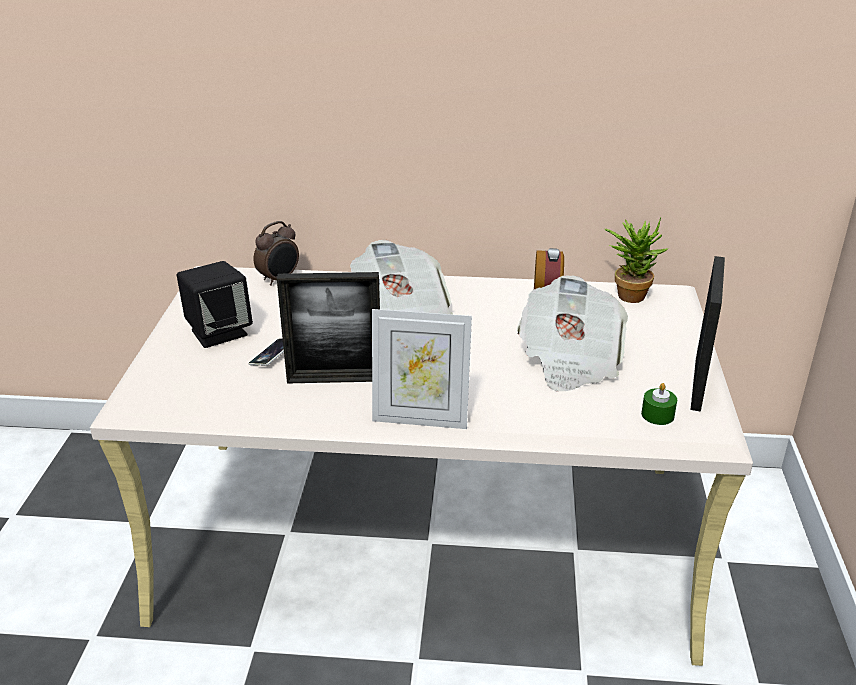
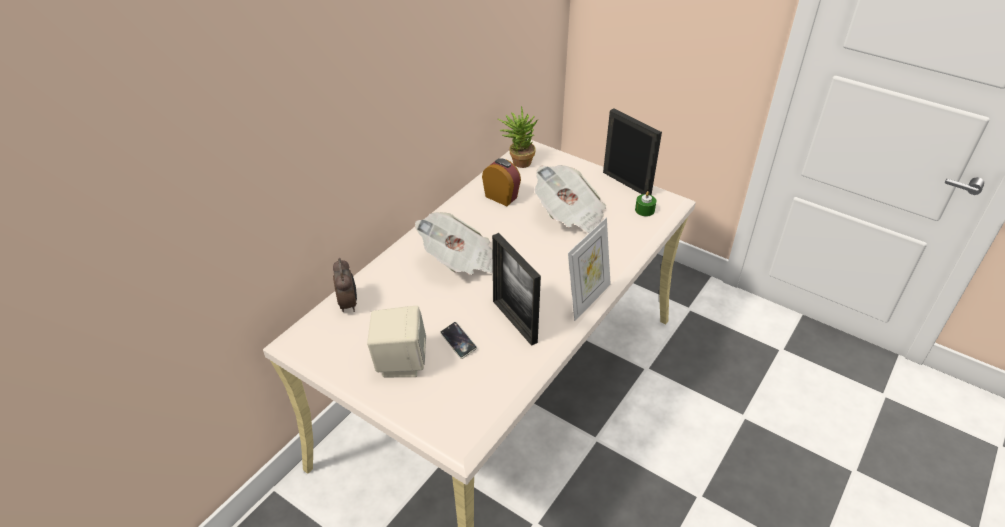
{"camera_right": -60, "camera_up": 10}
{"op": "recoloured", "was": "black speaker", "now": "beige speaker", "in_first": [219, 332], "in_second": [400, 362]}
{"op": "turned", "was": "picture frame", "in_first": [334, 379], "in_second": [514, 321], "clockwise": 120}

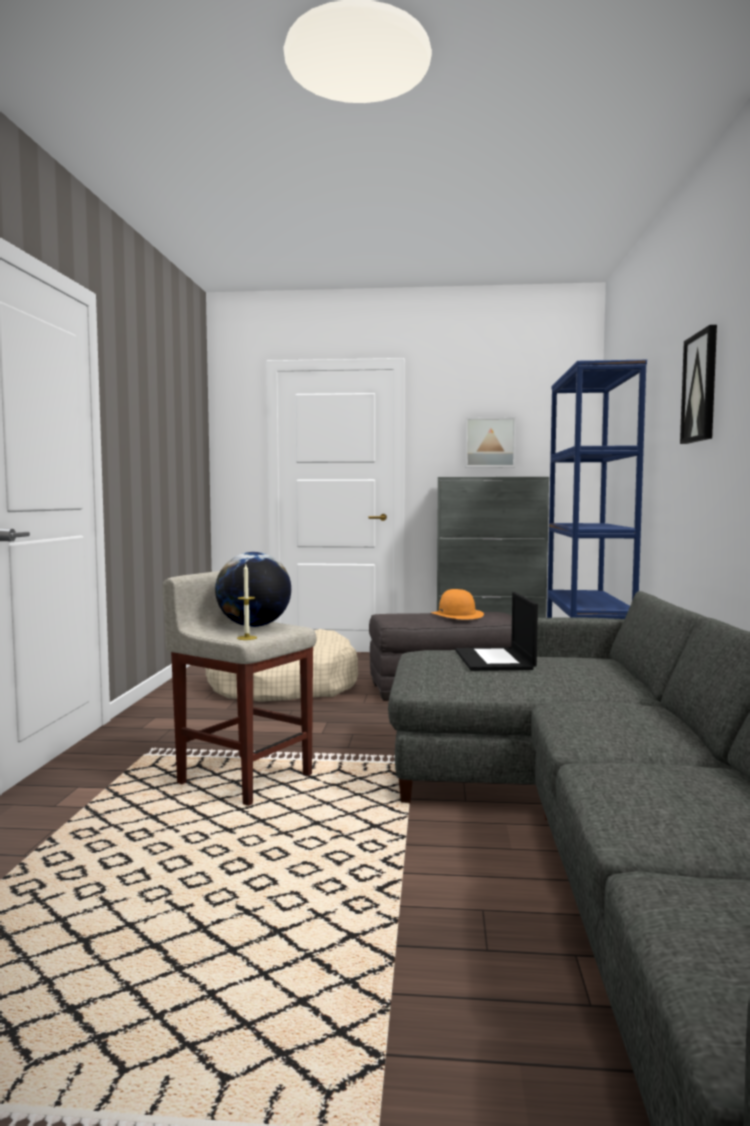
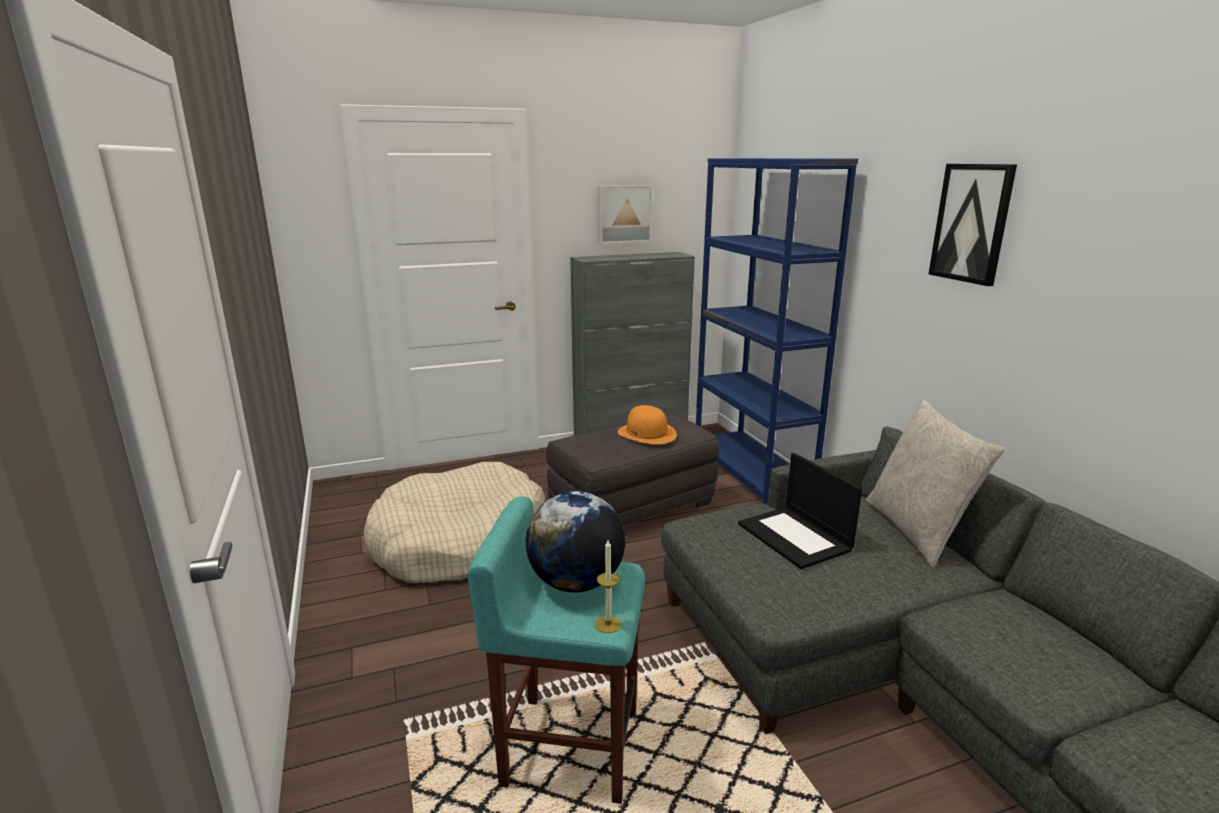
{"camera_right": -25, "camera_up": 15}
{"op": "recoloured", "was": "beige stool", "now": "turquoise stool", "in_first": [244, 779], "in_second": [569, 747]}
{"op": "added", "now": "beige pillow", "in_second": [917, 531]}

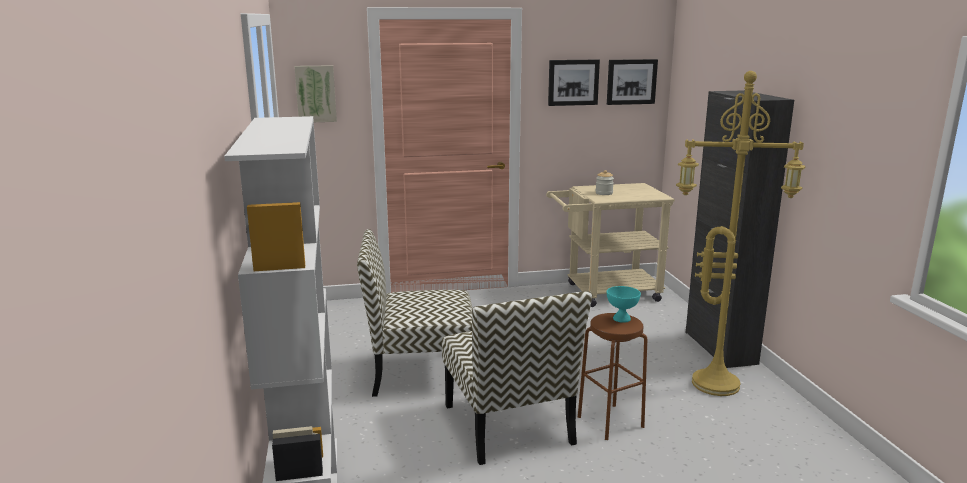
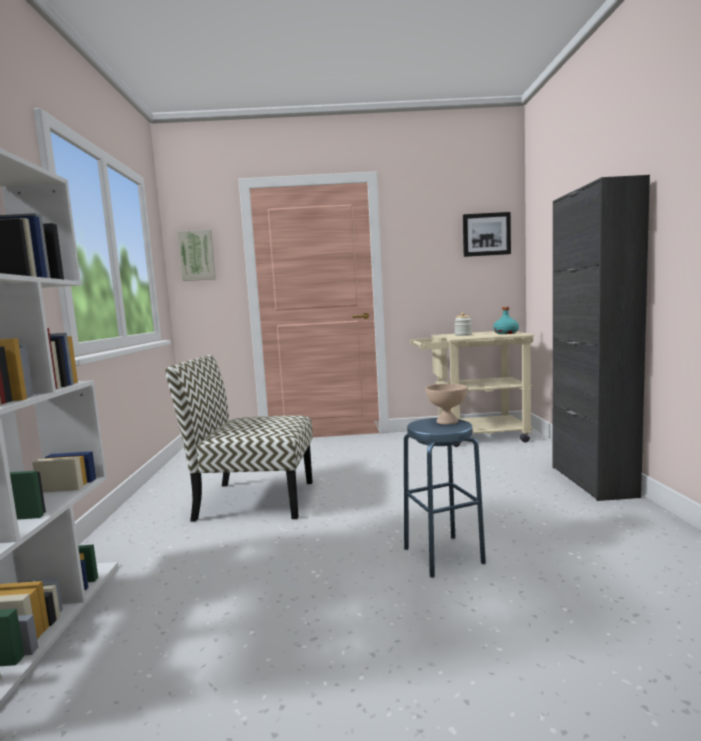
{"camera_right": 10, "camera_up": -10}
{"op": "recoloured", "was": "brown stool", "now": "blue stool", "in_first": [610, 421], "in_second": [443, 555]}
{"op": "recoloured", "was": "turquoise bowl", "now": "beige bowl", "in_first": [621, 318], "in_second": [446, 421]}
{"op": "added", "now": "turquoise bottle", "in_second": [505, 333]}
{"op": "removed", "was": "chair", "in_first": [509, 425]}
{"op": "removed", "was": "picture", "in_first": [573, 82]}
{"op": "removed", "was": "yellow floor lamp", "in_first": [716, 382]}

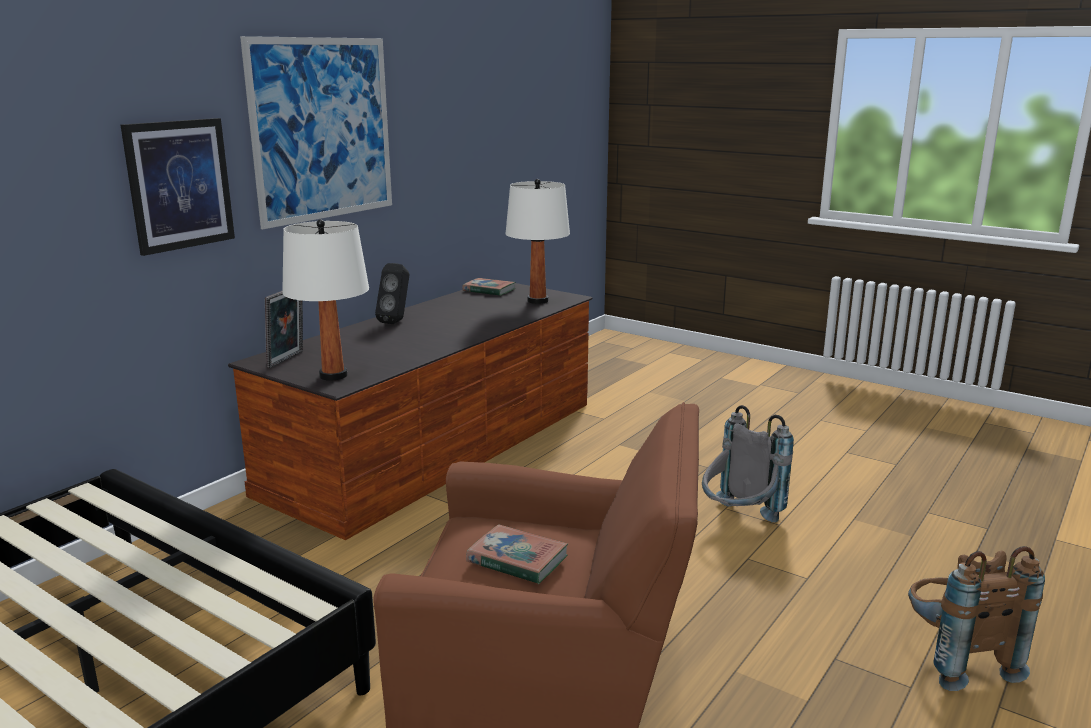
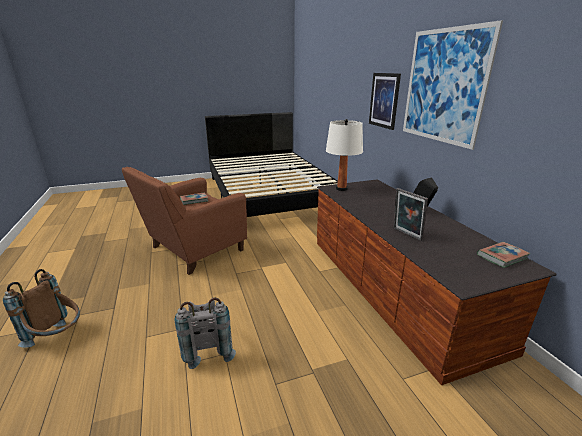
{"camera_right": 125, "camera_up": 5}
{"op": "moved", "was": "picture frame", "in_first": [288, 359], "in_second": [406, 234]}
{"op": "removed", "was": "white table lamp", "in_first": [538, 301]}

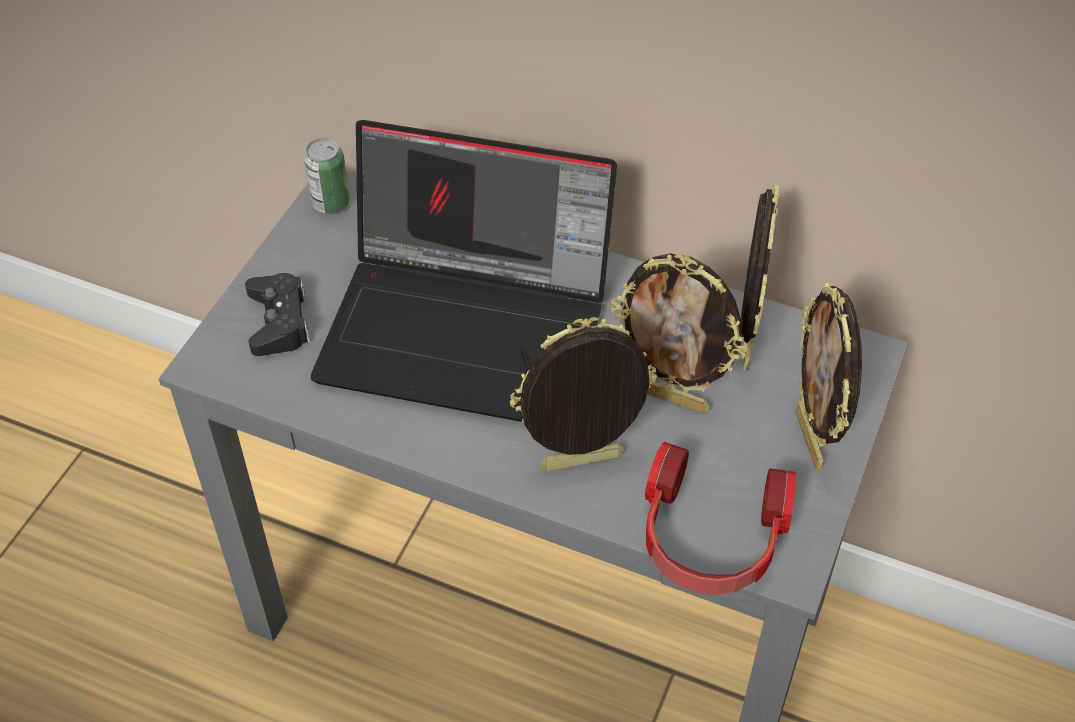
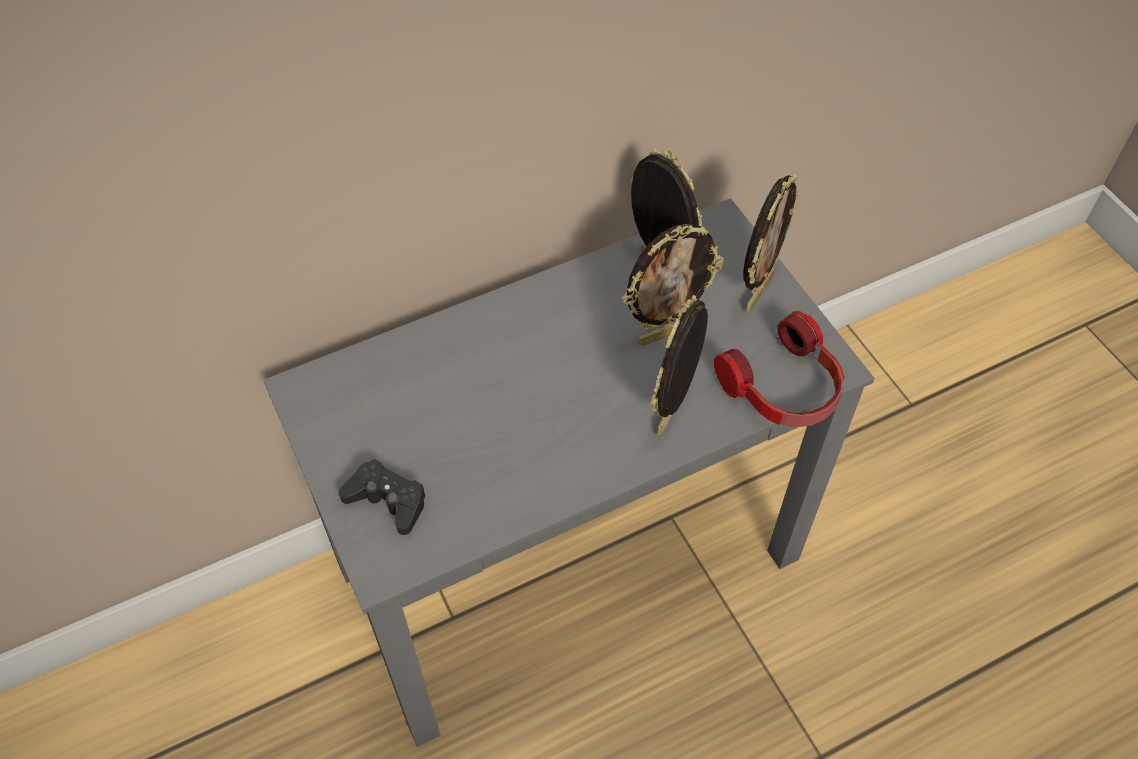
{"camera_right": -50, "camera_up": 5}
{"op": "turned", "was": "picture frame", "in_first": [811, 439], "in_second": [757, 291], "clockwise": -90}
{"op": "removed", "was": "can", "in_first": [331, 203]}
{"op": "removed", "was": "laptop", "in_first": [470, 329]}

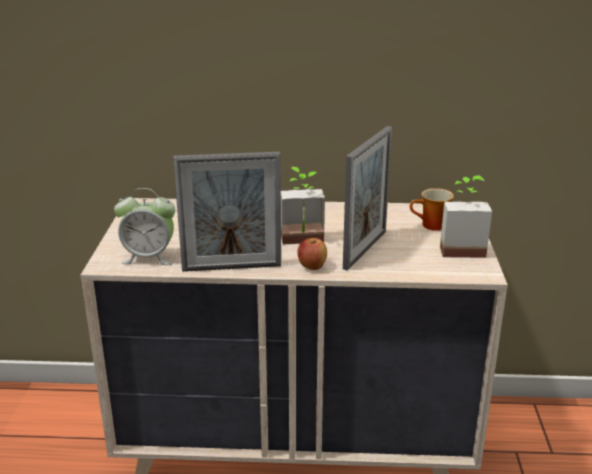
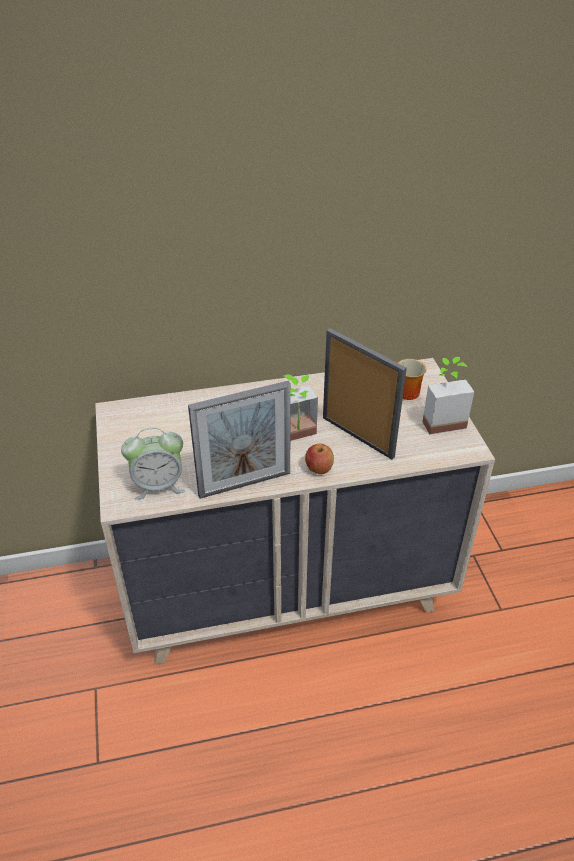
{"camera_right": -15, "camera_up": 15}
{"op": "turned", "was": "picture frame", "in_first": [365, 249], "in_second": [357, 437], "clockwise": -60}

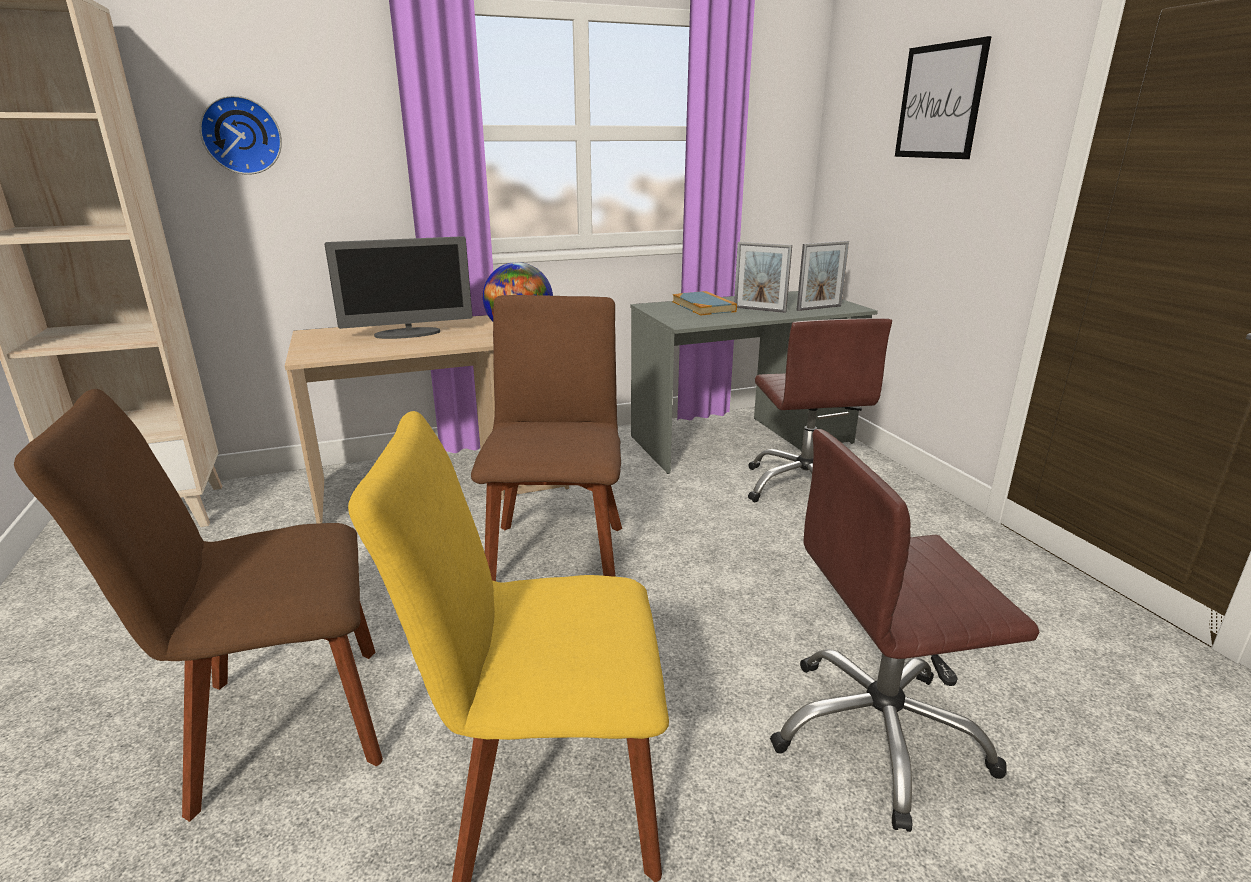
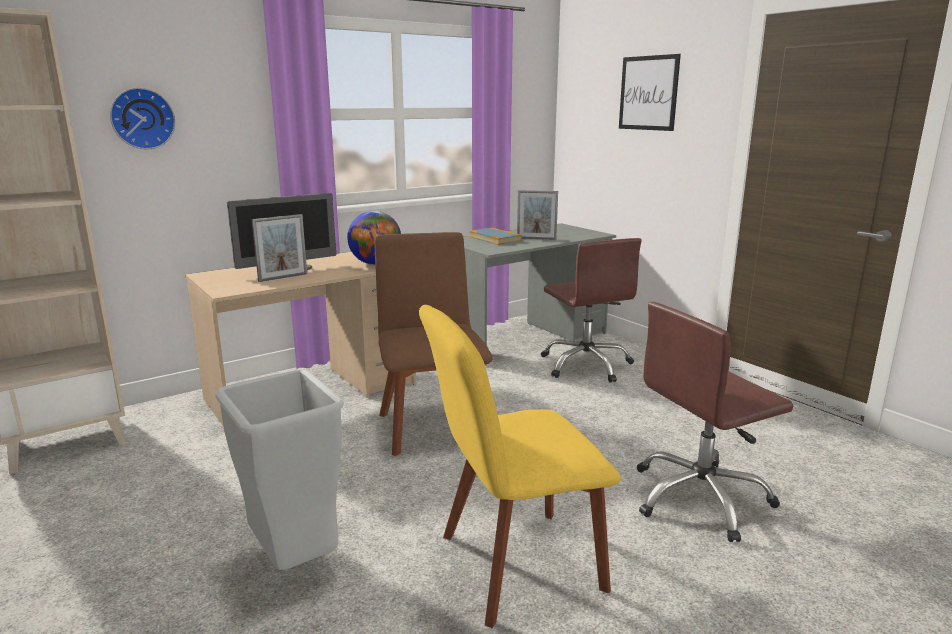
{"camera_right": -15, "camera_up": -5}
{"op": "replaced", "was": "brown chair", "now": "grey trash can", "in_first": [278, 726], "in_second": [294, 560]}
{"op": "moved", "was": "picture frame", "in_first": [819, 308], "in_second": [283, 277]}

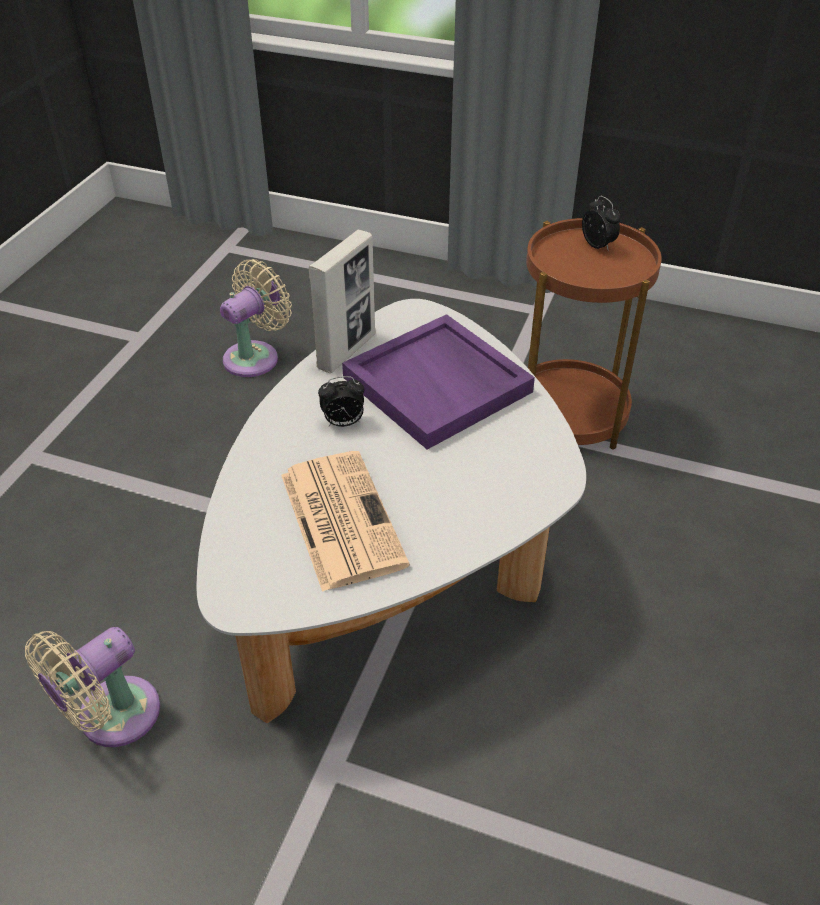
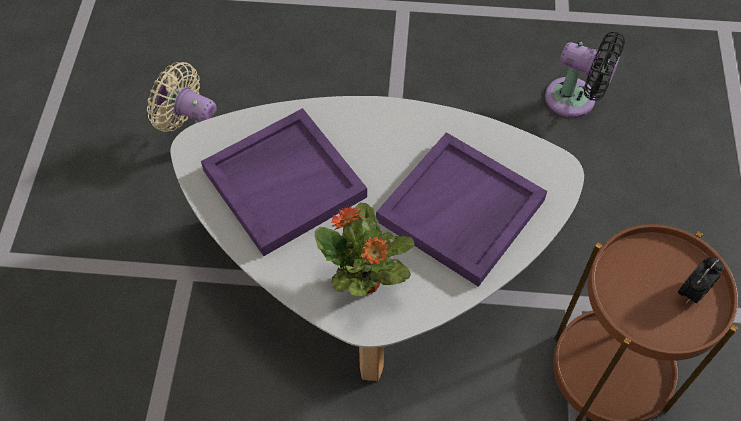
{"camera_right": 75, "camera_up": 15}
{"op": "replaced", "was": "newspaper", "now": "purple tray", "in_first": [340, 518], "in_second": [285, 182]}
{"op": "added", "now": "potted plant", "in_second": [364, 282]}
{"op": "recoloured", "was": "beige fan", "now": "black fan", "in_first": [255, 356], "in_second": [575, 100]}
{"op": "removed", "was": "picture frame", "in_first": [347, 351]}
{"op": "removed", "was": "alarm clock", "in_first": [343, 423]}

